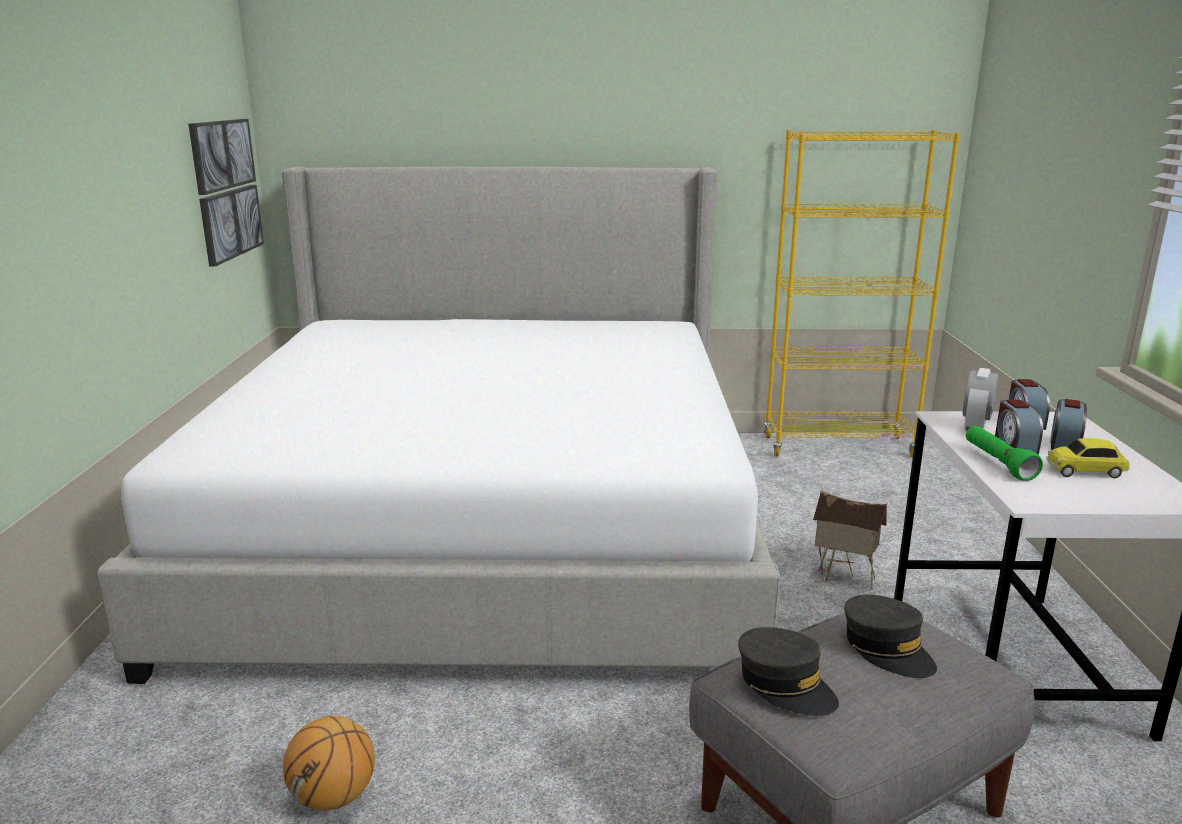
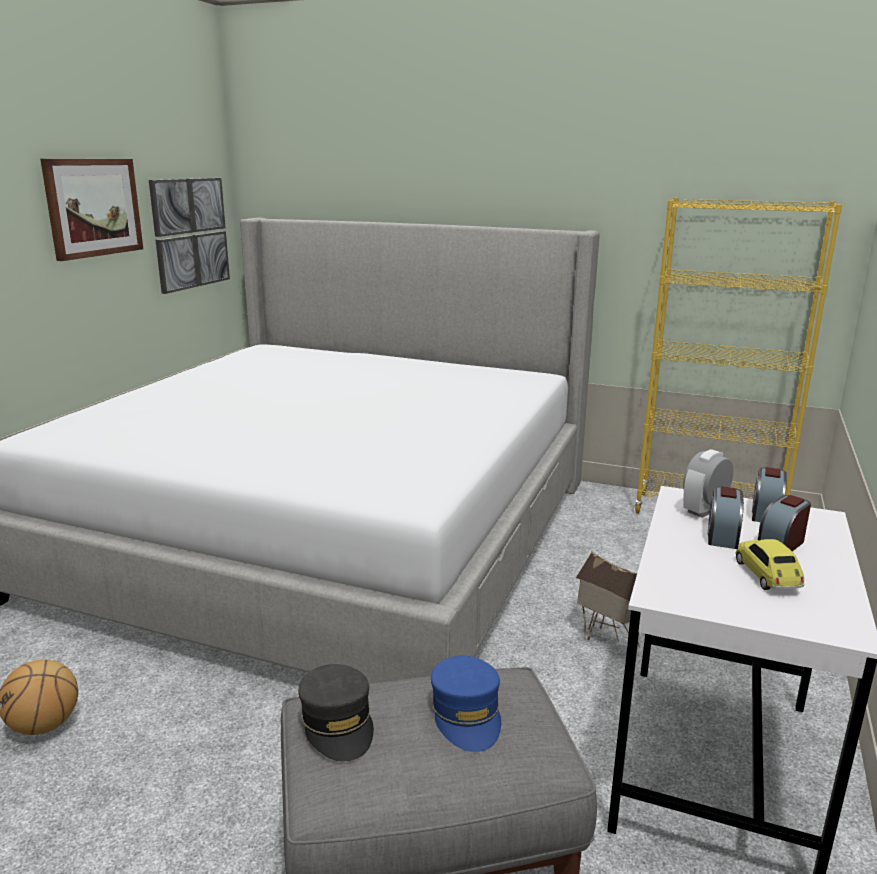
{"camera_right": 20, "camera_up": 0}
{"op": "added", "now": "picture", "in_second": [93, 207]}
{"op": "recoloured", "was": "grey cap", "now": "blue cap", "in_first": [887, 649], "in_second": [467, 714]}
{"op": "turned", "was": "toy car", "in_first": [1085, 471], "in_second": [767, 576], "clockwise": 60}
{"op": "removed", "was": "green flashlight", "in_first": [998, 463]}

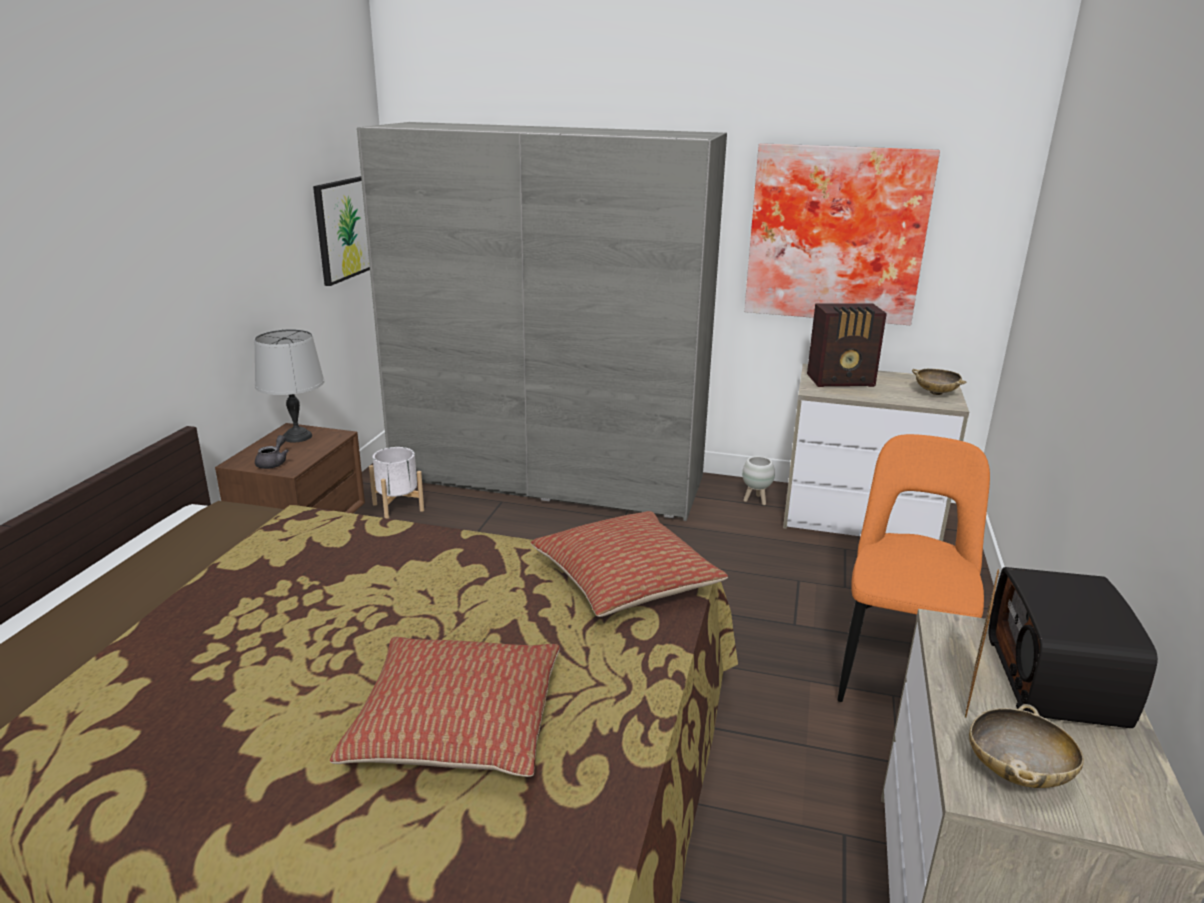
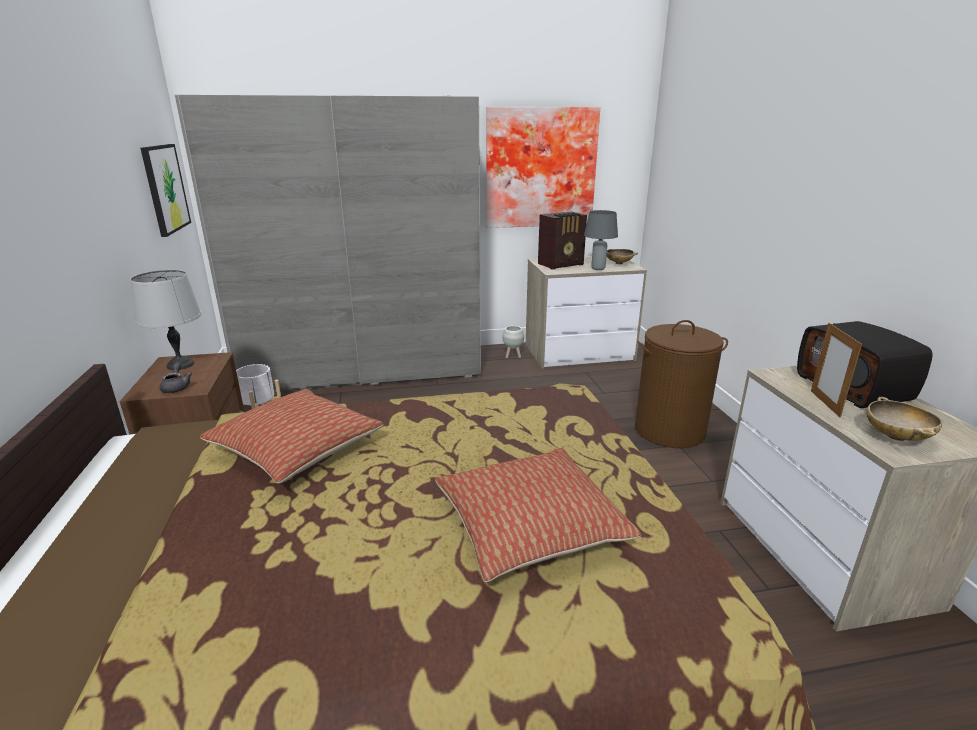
{"camera_right": -25, "camera_up": 0}
{"op": "moved", "was": "pillow", "in_first": [626, 581], "in_second": [297, 449]}
{"op": "added", "now": "grey table lamp", "in_second": [597, 269]}
{"op": "replaced", "was": "orange chair", "now": "brown laundry basket", "in_first": [898, 669], "in_second": [669, 430]}

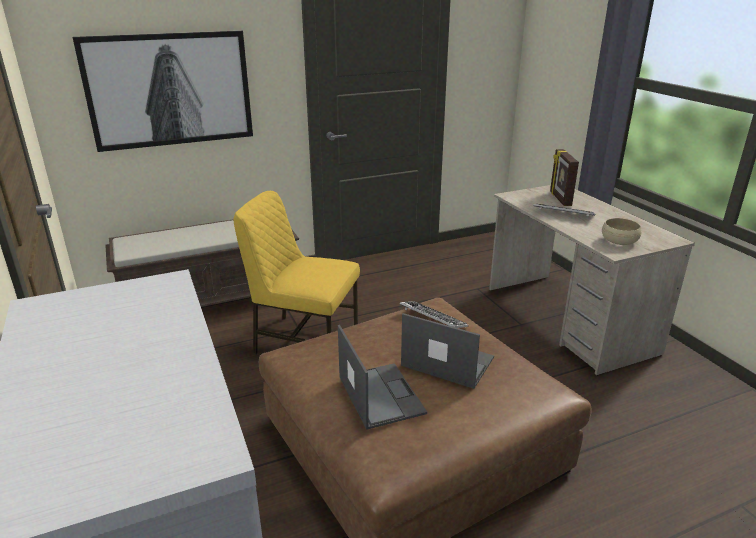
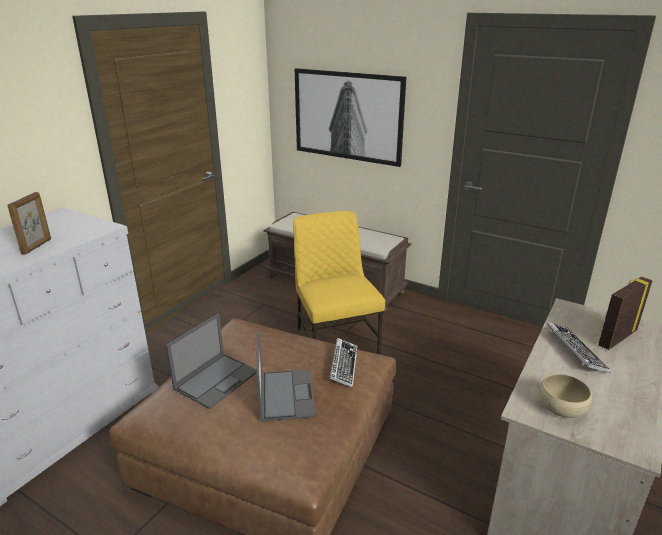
{"camera_right": 55, "camera_up": 0}
{"op": "added", "now": "picture frame", "in_second": [37, 246]}

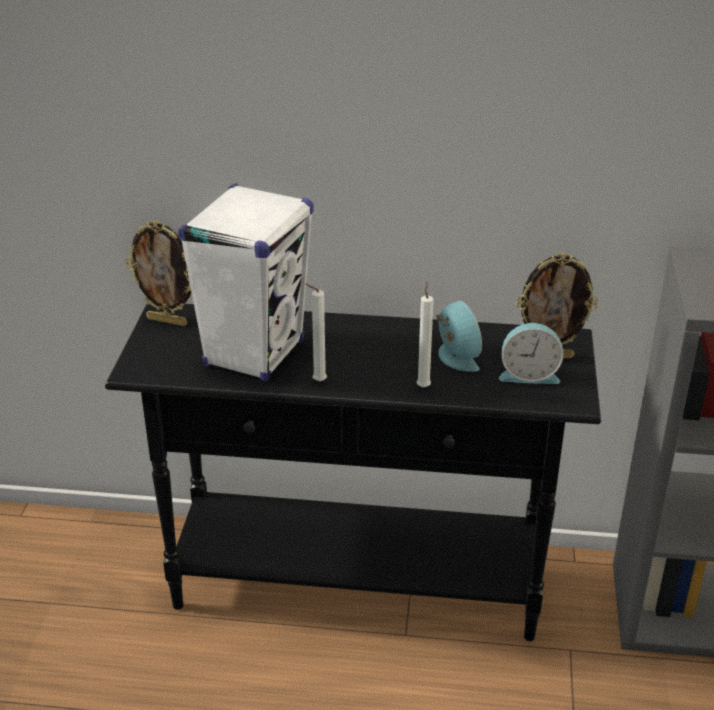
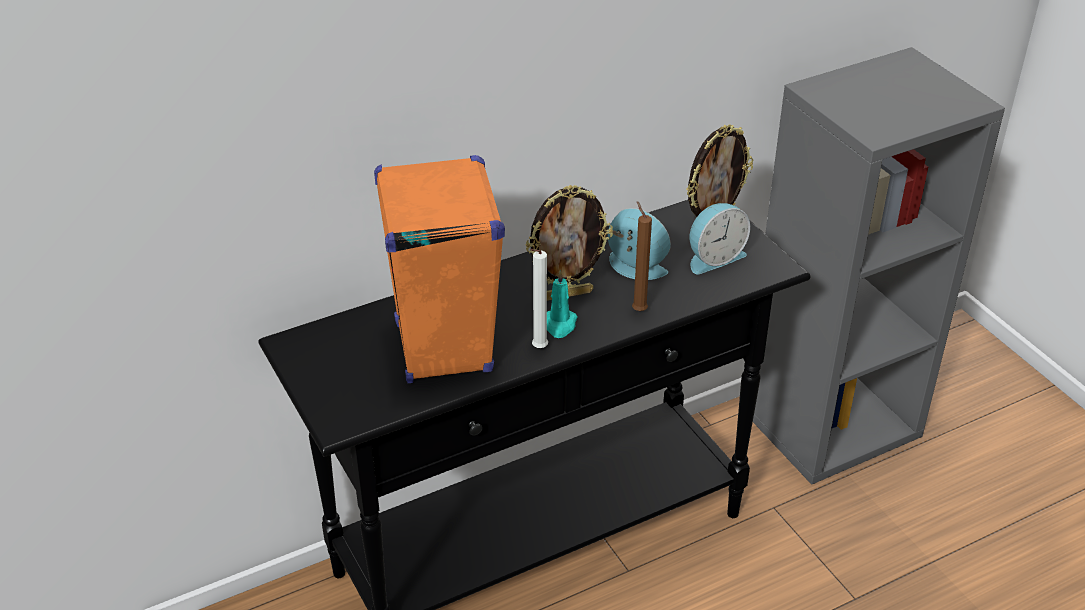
{"camera_right": -35, "camera_up": 5}
{"op": "recoloured", "was": "white speaker", "now": "orange speaker", "in_first": [254, 353], "in_second": [443, 347]}
{"op": "moved", "was": "picture frame", "in_first": [168, 321], "in_second": [567, 294]}
{"op": "added", "now": "turquoise candle", "in_second": [559, 324]}
{"op": "recoloured", "was": "white candle", "now": "brown candle", "in_first": [423, 386], "in_second": [638, 309]}

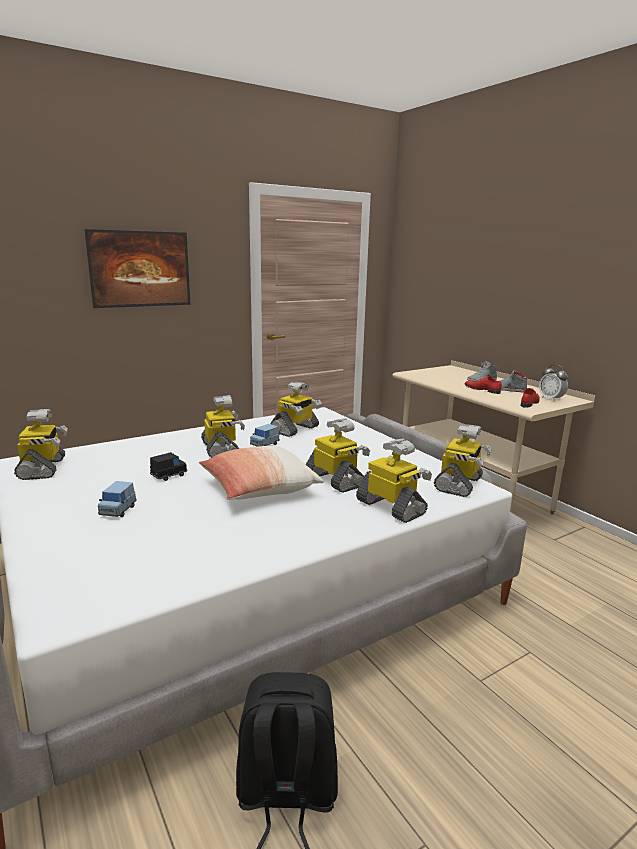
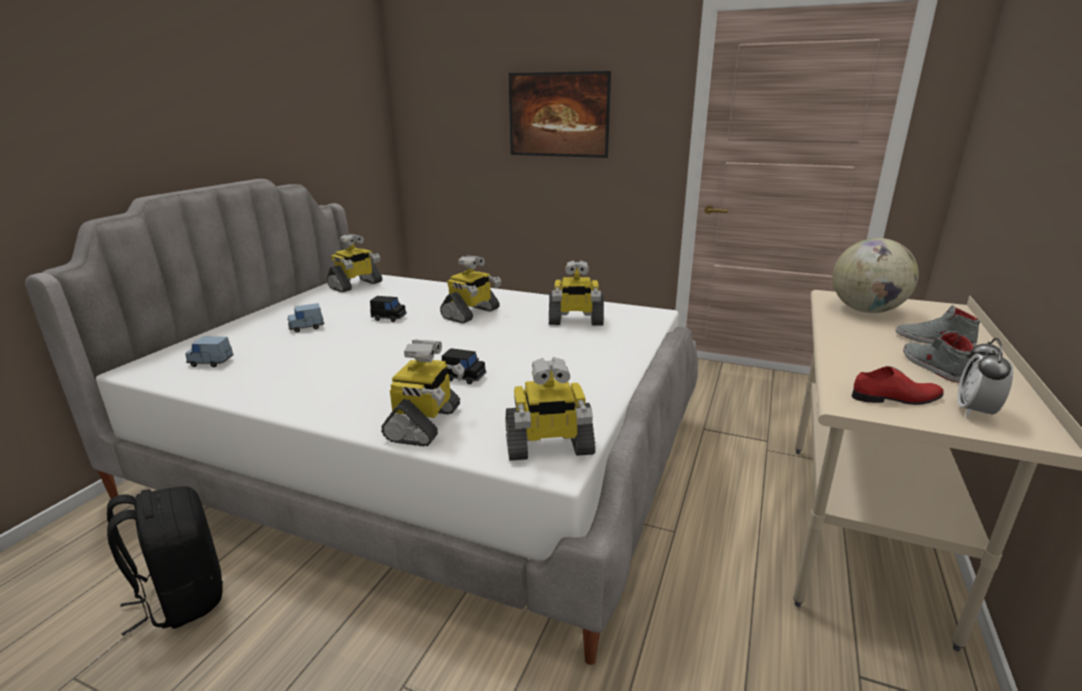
{"camera_right": 55, "camera_up": 5}
{"op": "moved", "was": "blue toy car", "in_first": [264, 444], "in_second": [211, 362]}
{"op": "replaced", "was": "toy robot", "now": "black toy car", "in_first": [336, 480], "in_second": [464, 377]}
{"op": "added", "now": "globe", "in_second": [866, 310]}
{"op": "removed", "was": "pillow", "in_first": [259, 489]}
{"op": "removed", "was": "red shoe", "in_first": [482, 389]}

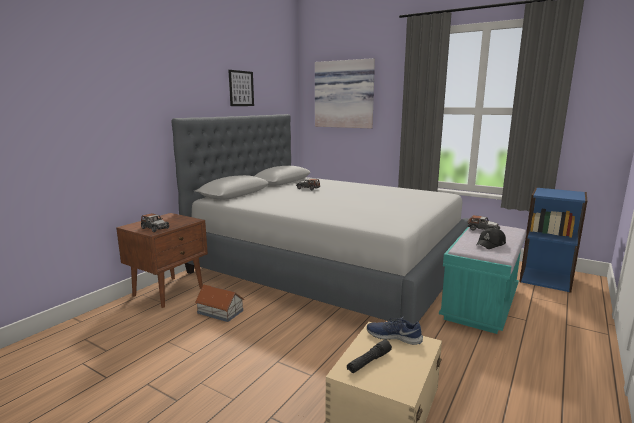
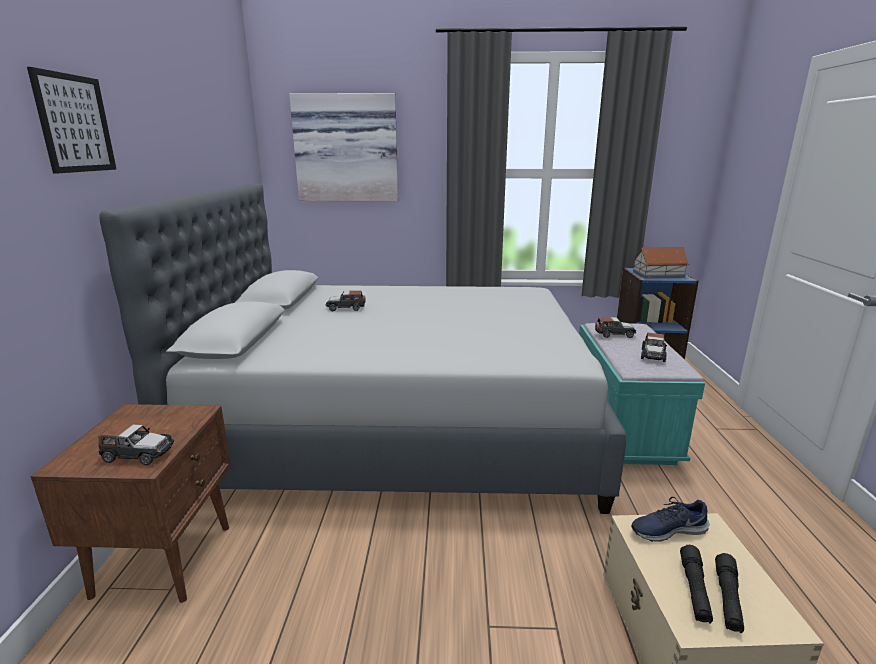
{"camera_right": -30, "camera_up": 5}
{"op": "moved", "was": "picture", "in_first": [241, 88], "in_second": [75, 123]}
{"op": "moved", "was": "toy house", "in_first": [220, 311], "in_second": [657, 274]}
{"op": "replaced", "was": "black cap", "now": "toy car", "in_first": [491, 244], "in_second": [653, 355]}
{"op": "added", "now": "black flashlight", "in_second": [727, 599]}

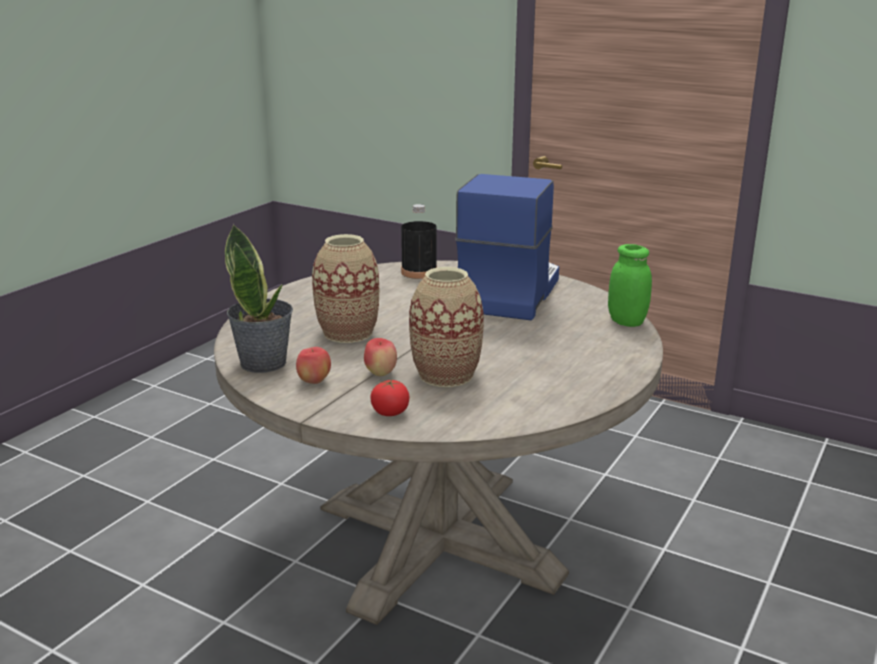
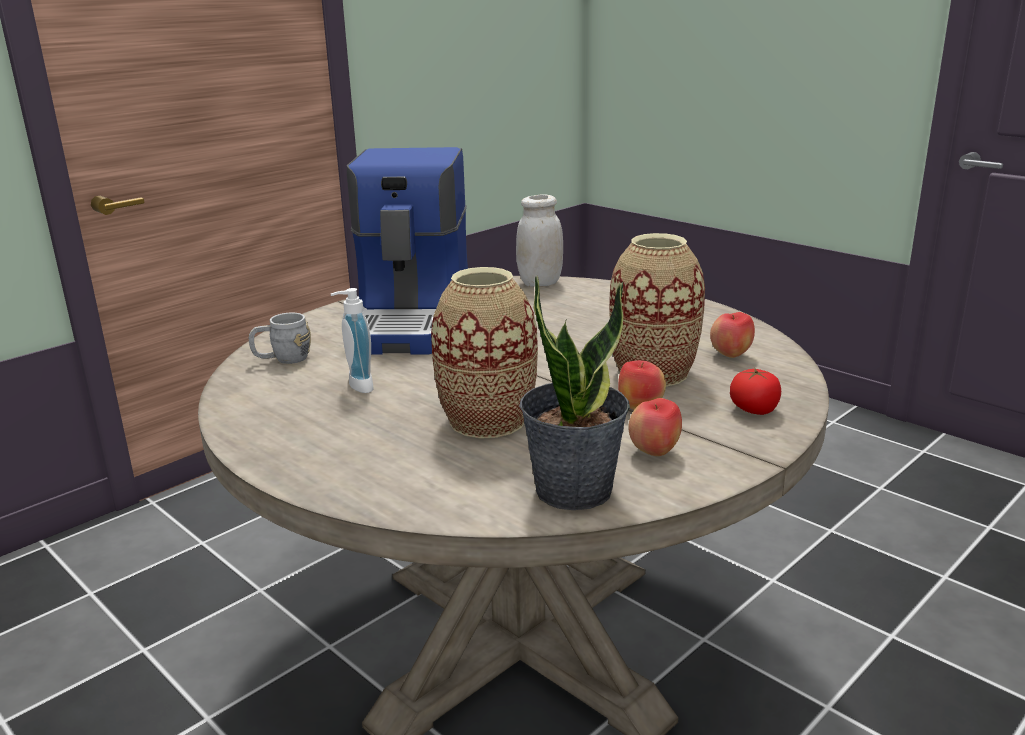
{"camera_right": -75, "camera_up": 0}
{"op": "replaced", "was": "black bottle", "now": "grey mug", "in_first": [419, 272], "in_second": [283, 359]}
{"op": "added", "now": "soap dispenser", "in_second": [356, 387]}
{"op": "turned", "was": "coffee machine", "in_first": [507, 293], "in_second": [414, 320], "clockwise": -120}
{"op": "recoloured", "was": "green jar", "now": "white jar", "in_first": [626, 322], "in_second": [540, 283]}
{"op": "added", "now": "apple", "in_second": [730, 355]}

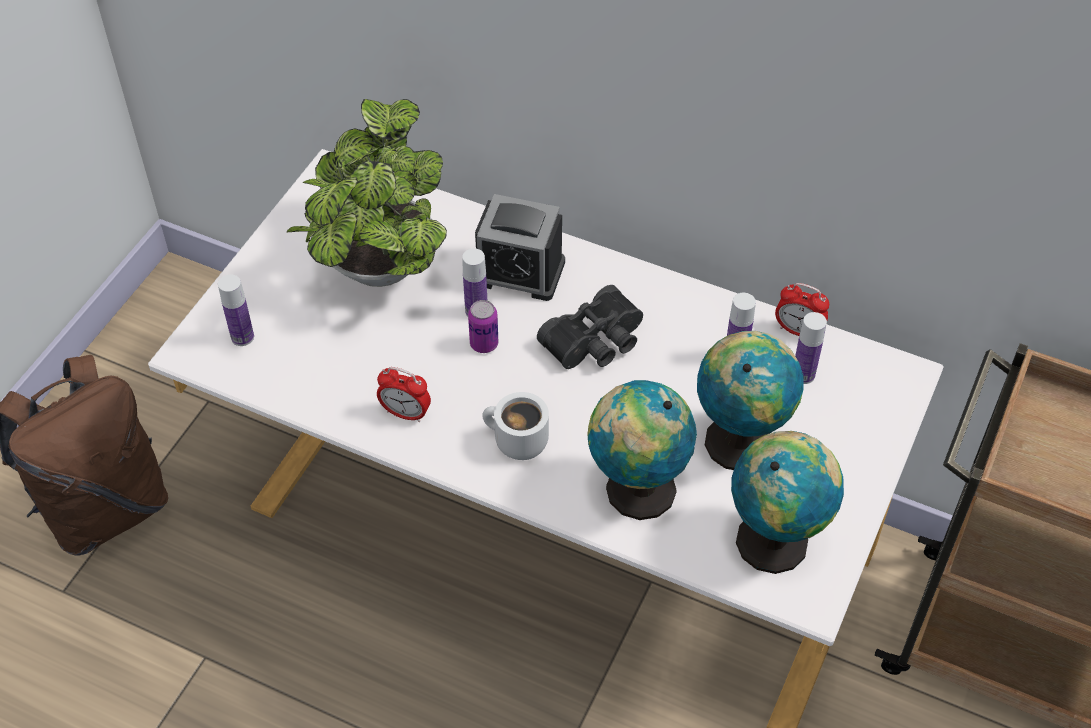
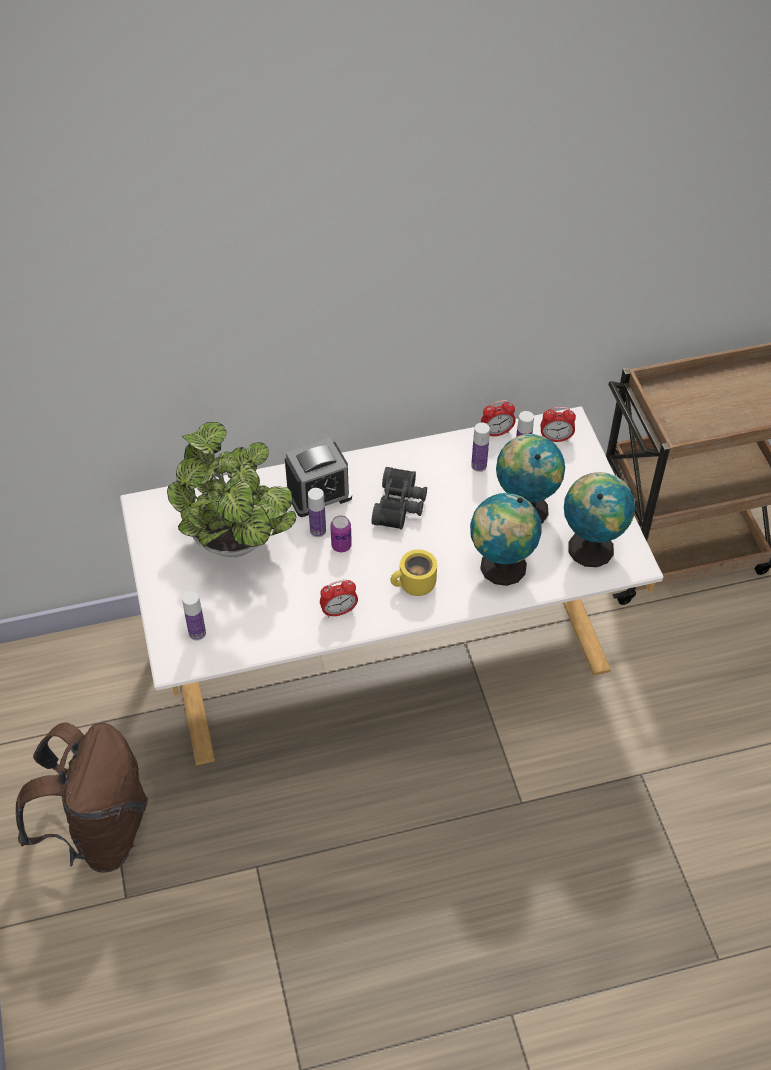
{"camera_right": -40, "camera_up": 0}
{"op": "recoloured", "was": "white mug", "now": "yellow mug", "in_first": [516, 442], "in_second": [414, 586]}
{"op": "added", "now": "alarm clock", "in_second": [555, 438]}

